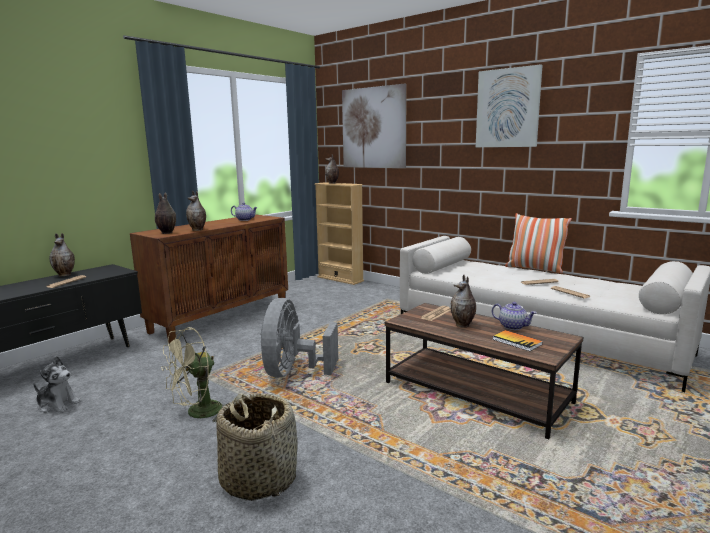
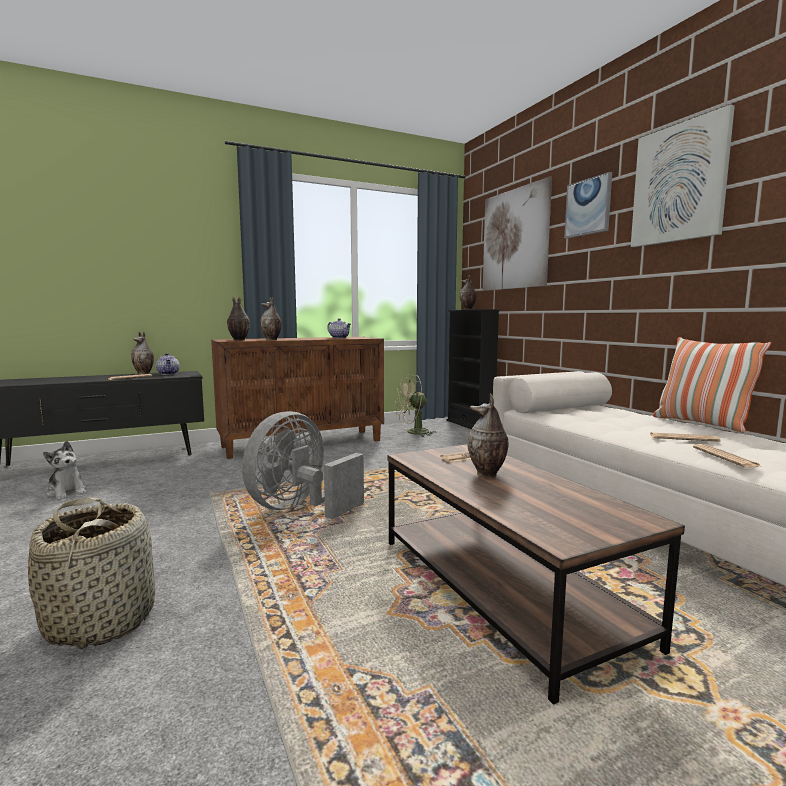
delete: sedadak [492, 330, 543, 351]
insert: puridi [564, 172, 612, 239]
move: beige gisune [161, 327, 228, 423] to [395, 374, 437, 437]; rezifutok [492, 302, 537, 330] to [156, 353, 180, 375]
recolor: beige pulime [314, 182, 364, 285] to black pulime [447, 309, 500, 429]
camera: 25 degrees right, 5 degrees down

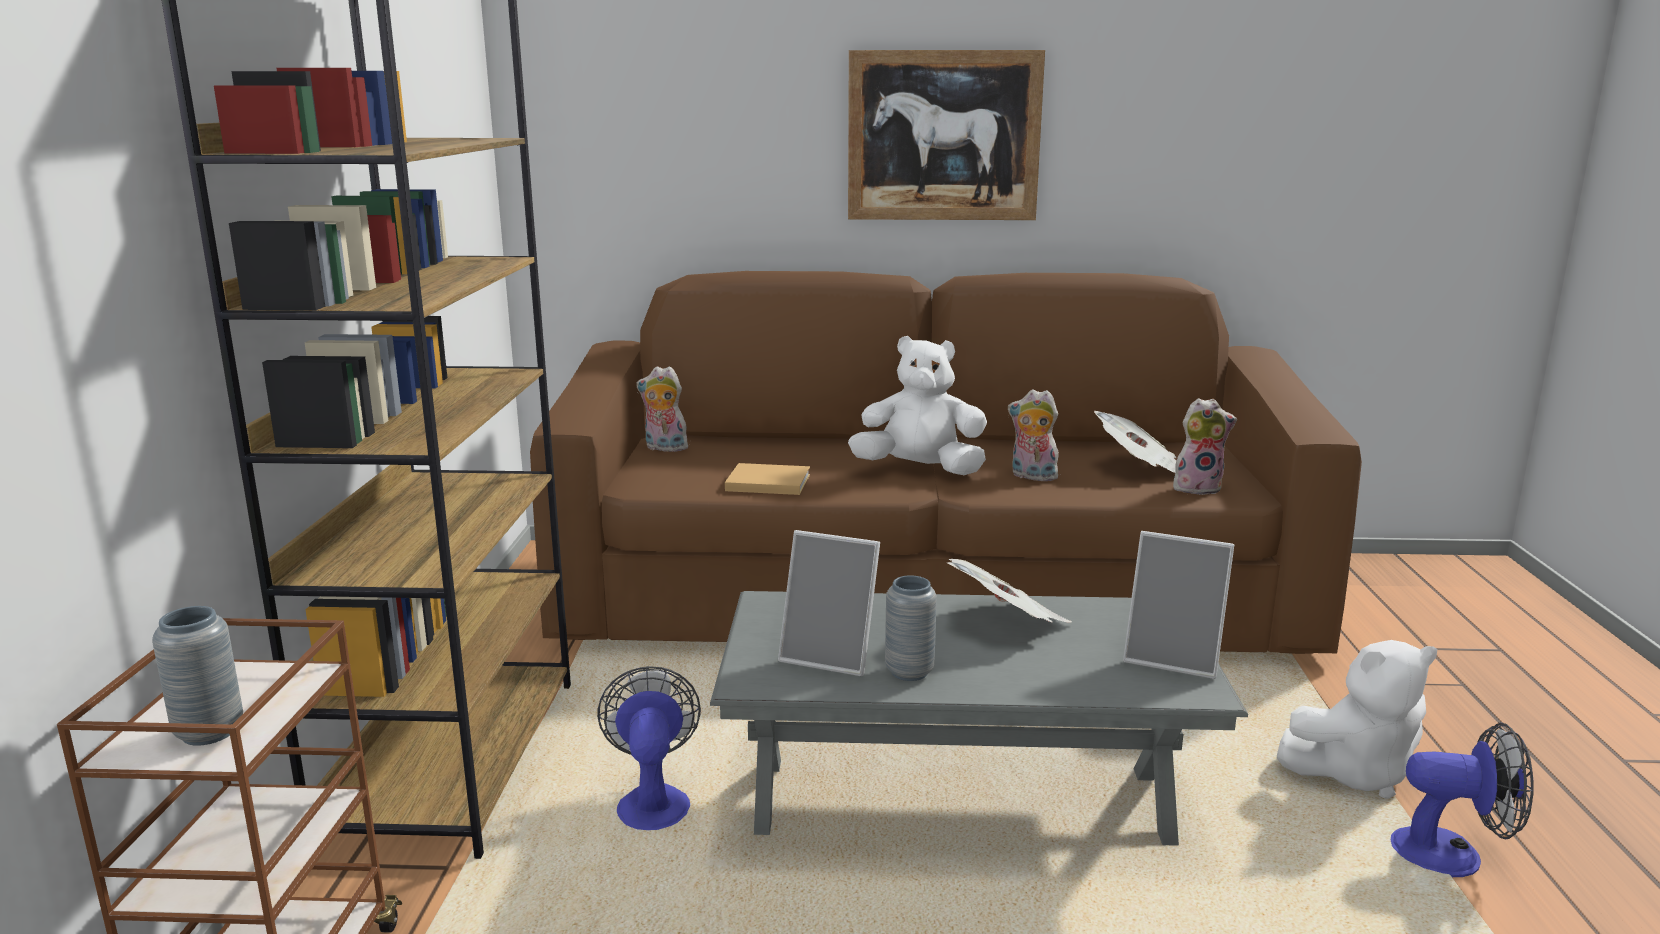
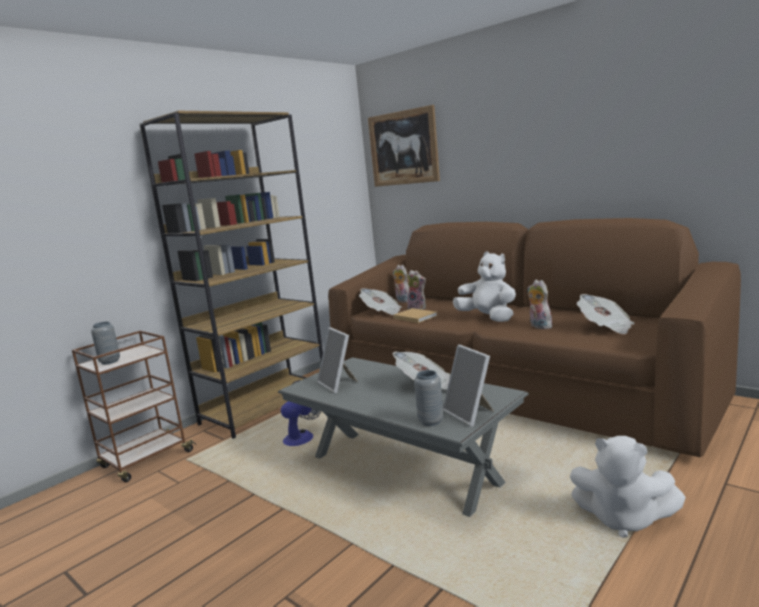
delete: gisune [1391, 723, 1534, 877]
insert: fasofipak [359, 288, 402, 315]
move: puridi [848, 50, 1045, 220] to [368, 105, 440, 187]; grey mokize [885, 575, 937, 681] to [414, 370, 443, 426]; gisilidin [1173, 398, 1237, 495] to [407, 270, 426, 310]
camera: 40 degrees right, 5 degrees down

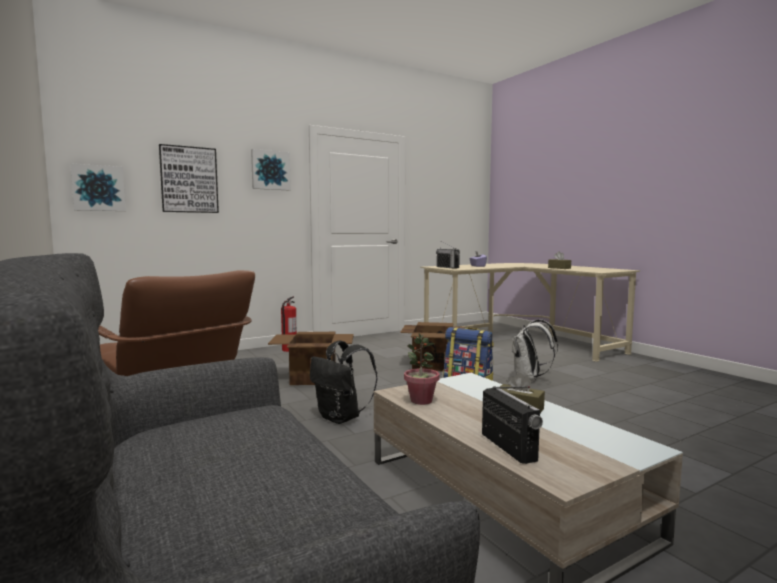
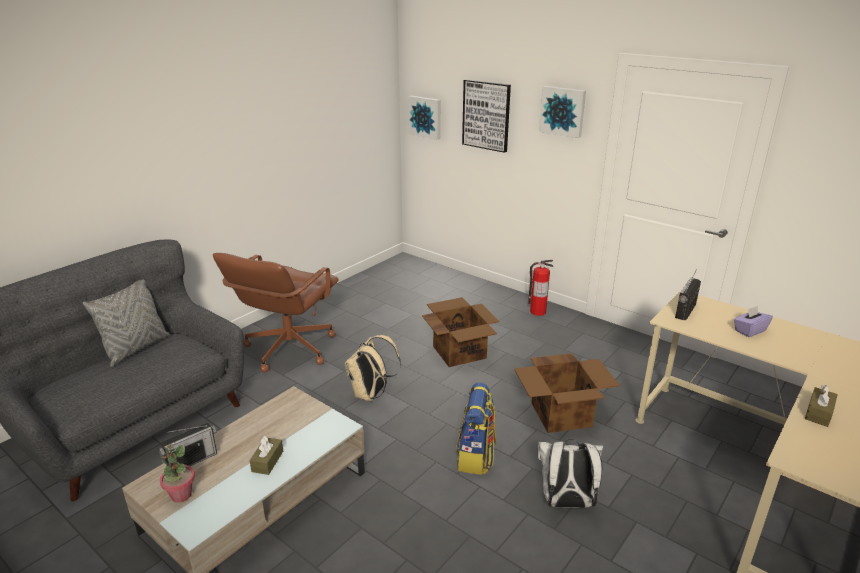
insert: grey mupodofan [83, 280, 170, 367]
move: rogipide [404, 333, 440, 405] to [160, 444, 195, 503]
recolor: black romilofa [310, 341, 377, 424] to beige romilofa [345, 335, 401, 401]
camera: 70 degrees right, 20 degrees up

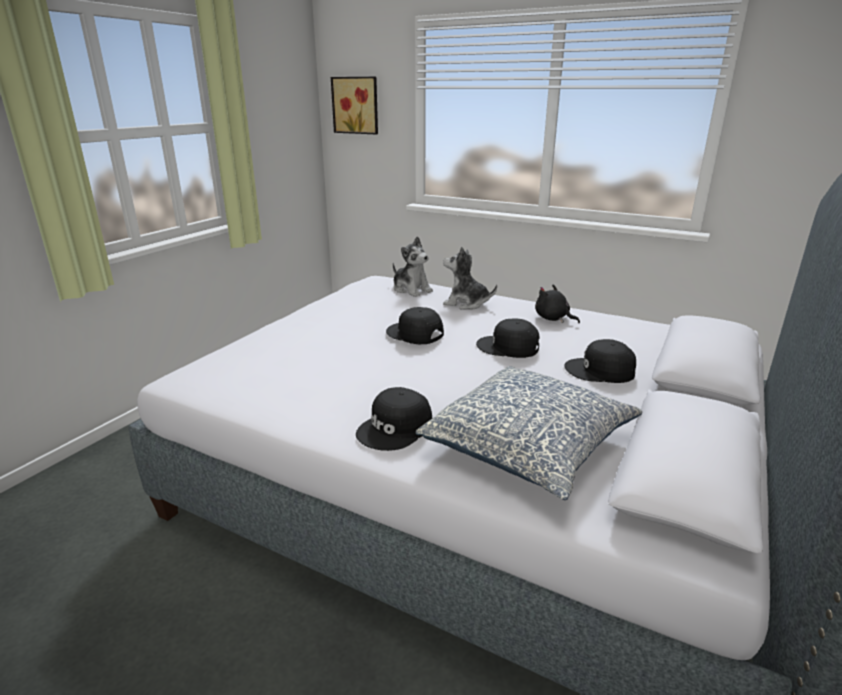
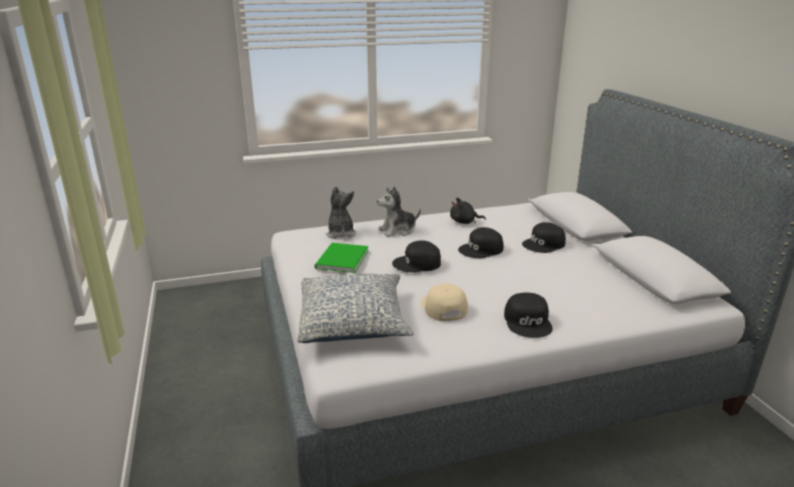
delete: puridi [331, 77, 378, 134]
insert: green sedadak [314, 243, 369, 273]; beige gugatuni [421, 284, 468, 321]
move: mupodofan [416, 366, 642, 500] to [298, 274, 414, 343]
rotate: gisilidin [393, 236, 433, 297] = [326, 186, 356, 239] 105 degrees counterclockwise
camera: 45 degrees left, 0 degrees up

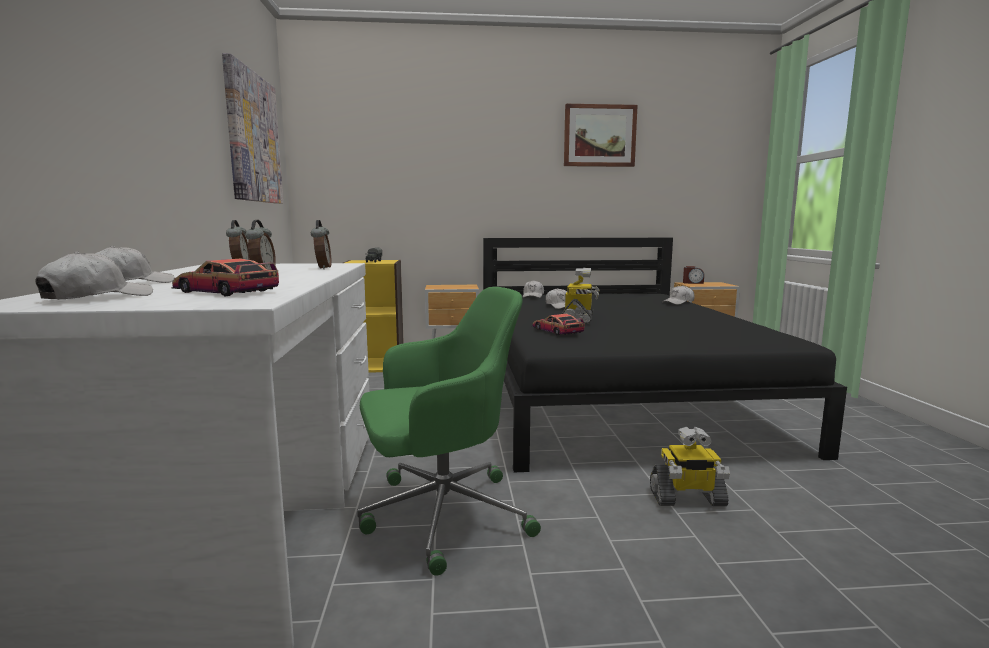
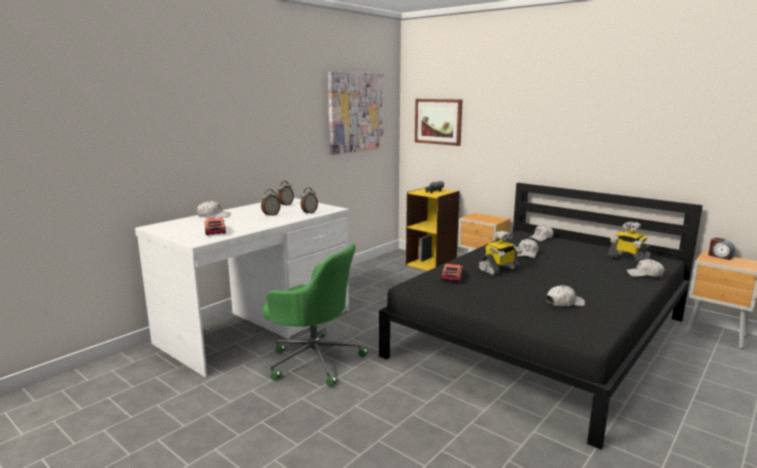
move: white gugatuni [35, 251, 153, 299] to [547, 285, 585, 307]; puridi [564, 104, 638, 167] to [415, 99, 462, 146]; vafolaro [650, 426, 730, 506] to [608, 221, 651, 263]
camera: 45 degrees right, 5 degrees up

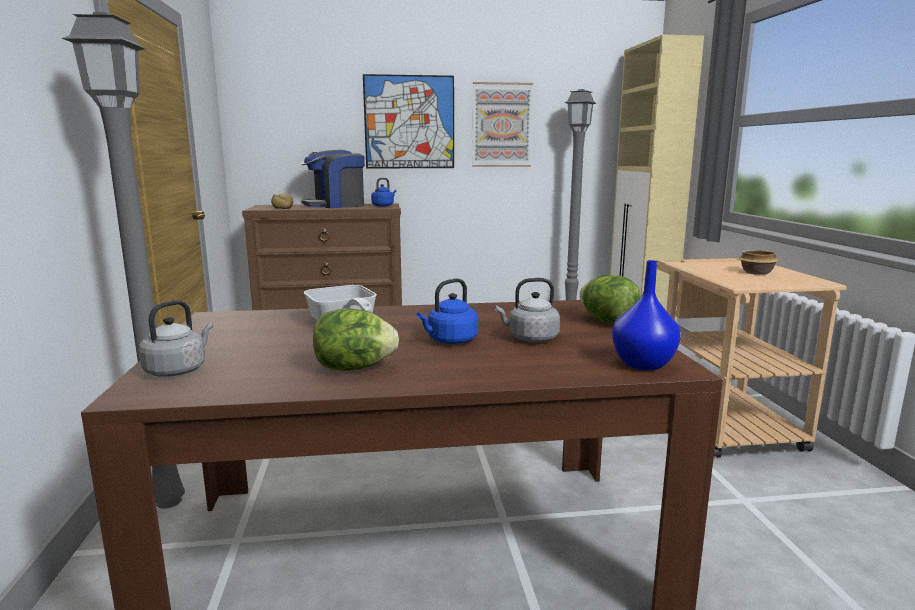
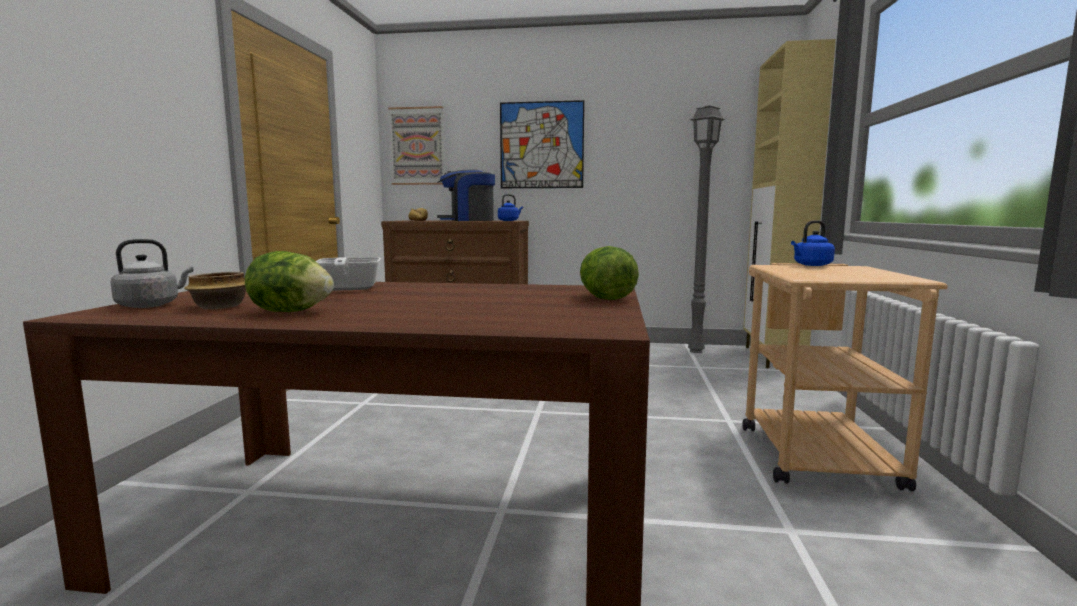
delete: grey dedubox [62, 12, 185, 509]; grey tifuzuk [495, 278, 560, 342]; blue mokize [612, 260, 681, 370]
move: blue tifuzuk [417, 278, 478, 344] to [791, 220, 835, 266]; puridi [472, 82, 533, 167] to [388, 106, 445, 185]; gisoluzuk [739, 250, 779, 275] to [184, 272, 246, 309]
camera: 15 degrees right, 5 degrees down

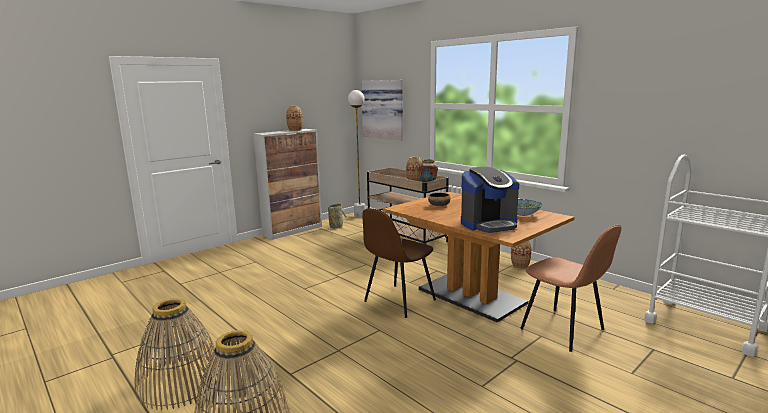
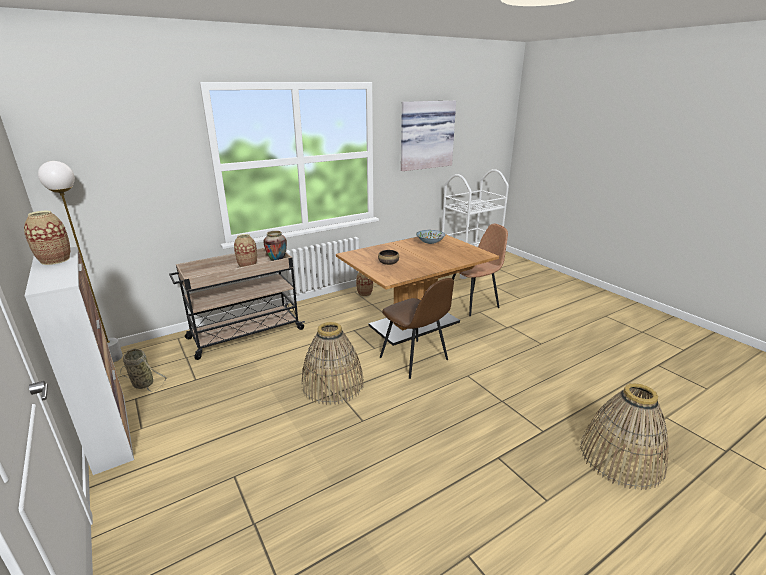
delete: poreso [461, 167, 519, 233]
move: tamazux [135, 298, 222, 410] to [302, 322, 364, 405]; puridi [361, 80, 403, 140] to [401, 100, 456, 171]
camera: 80 degrees left, 10 degrees up

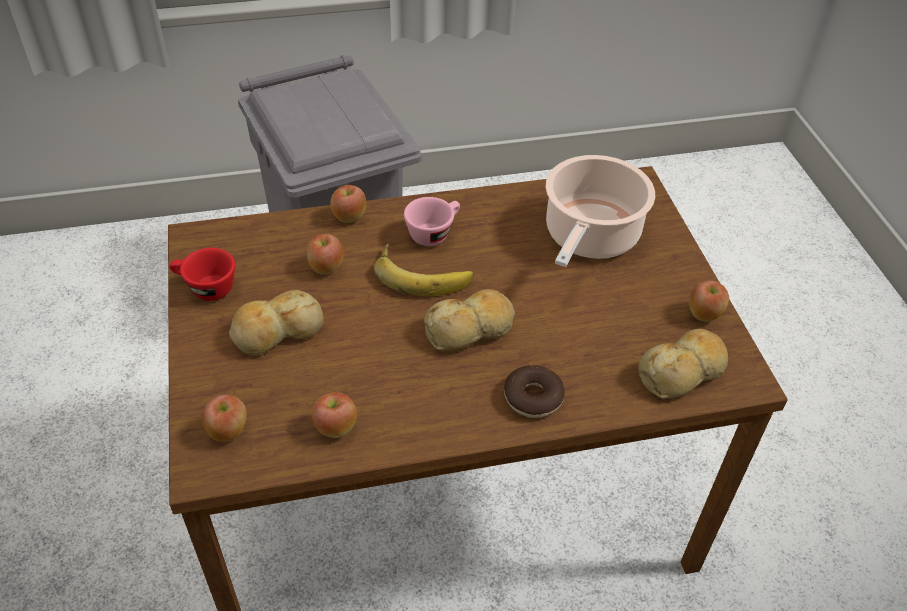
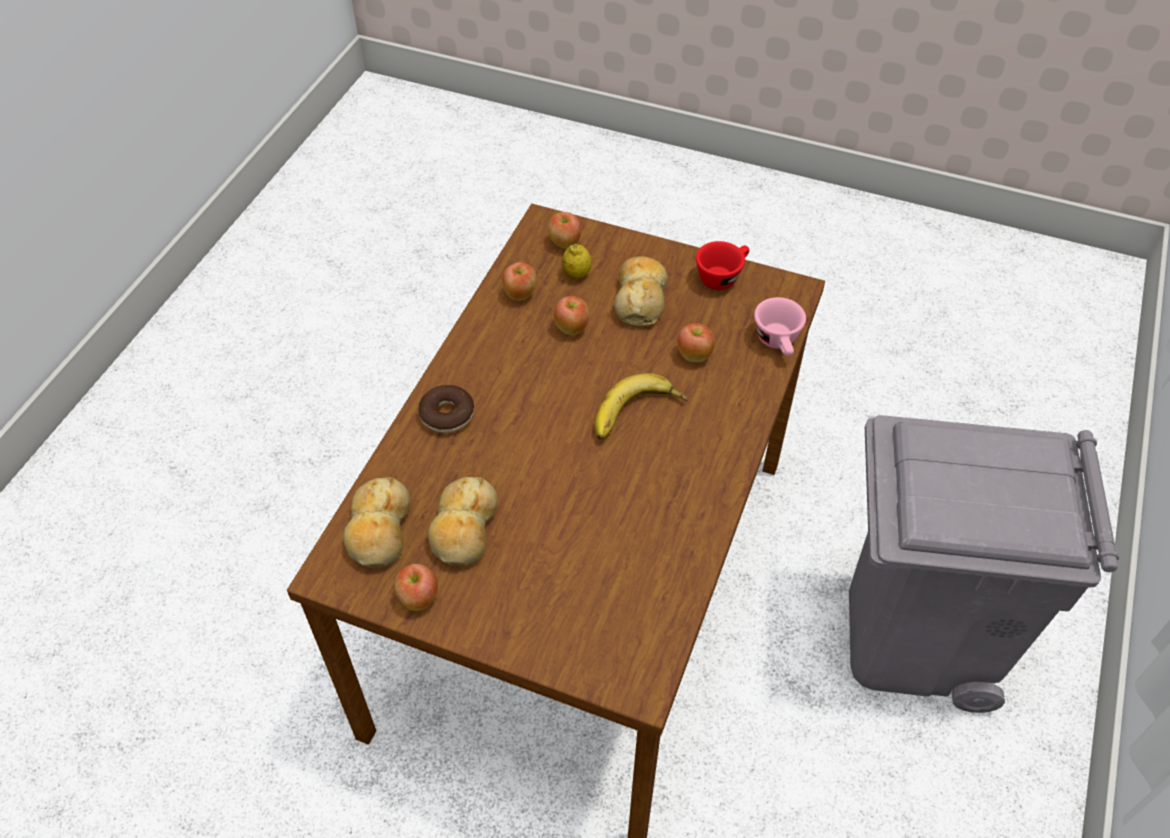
delete: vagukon [546, 155, 655, 267]
insert: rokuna [562, 244, 592, 279]
move: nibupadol [331, 185, 366, 223] to [554, 296, 590, 335]; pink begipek [404, 197, 460, 246] to [754, 297, 806, 356]; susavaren [424, 289, 515, 352] to [428, 477, 498, 567]
camera: 125 degrees right, 5 degrees up

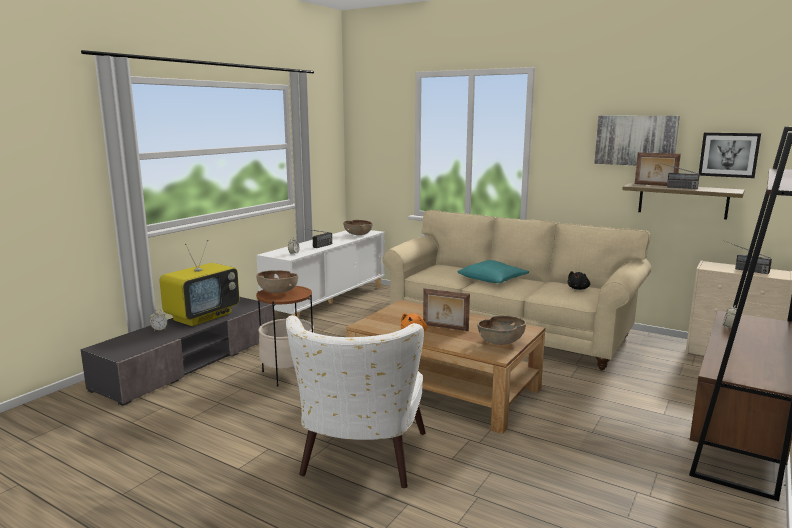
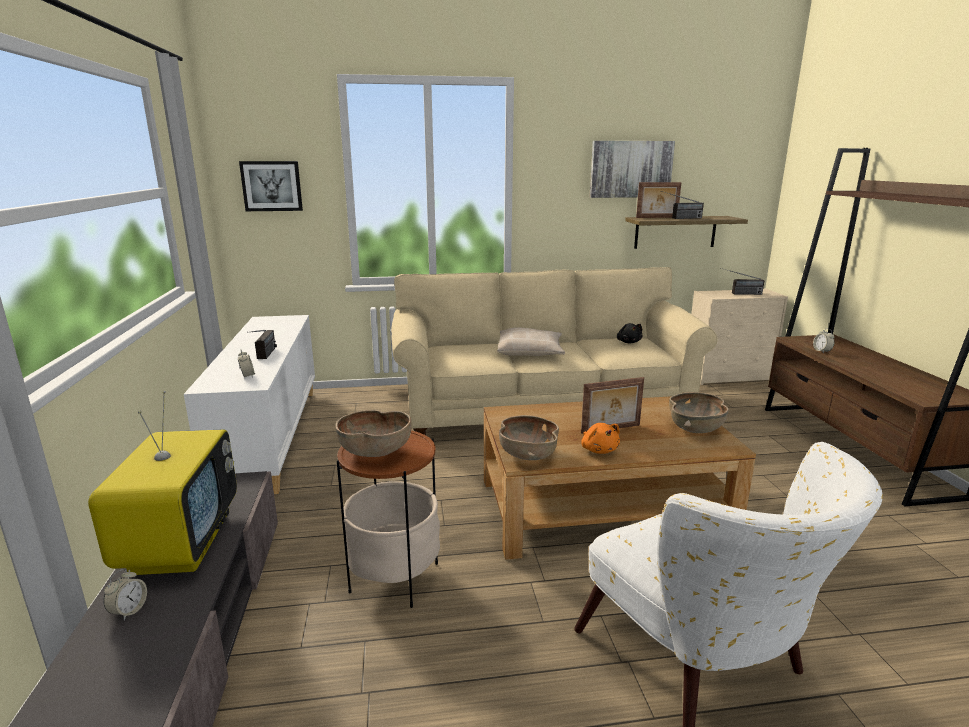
move: brown gisoluzuk [343, 220, 373, 235] to [499, 415, 559, 460]; puridi [699, 132, 761, 178] to [239, 161, 303, 211]
recolor: turquoise mupodofan [457, 260, 529, 283] to beige mupodofan [497, 327, 565, 356]
camera: 40 degrees left, 5 degrees up

